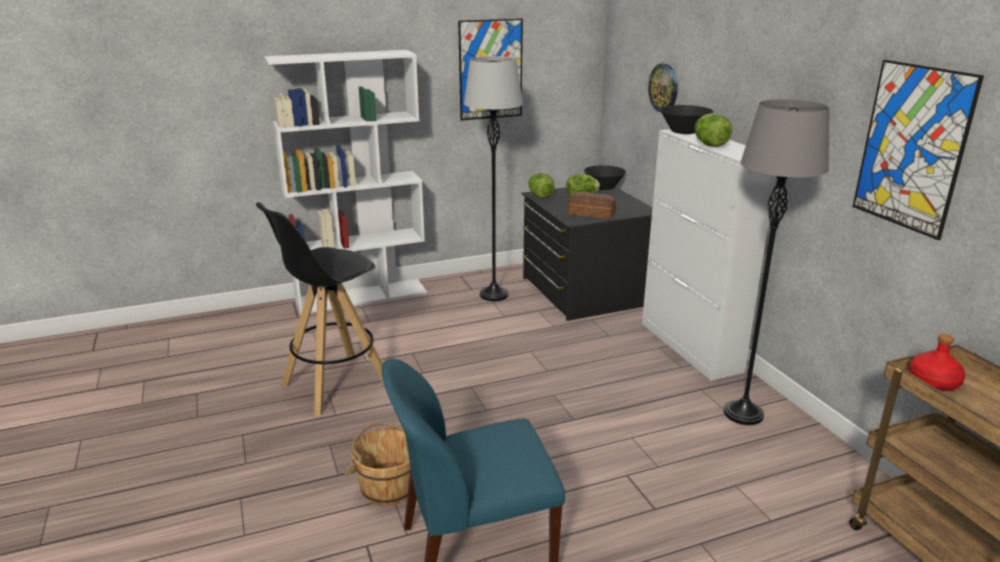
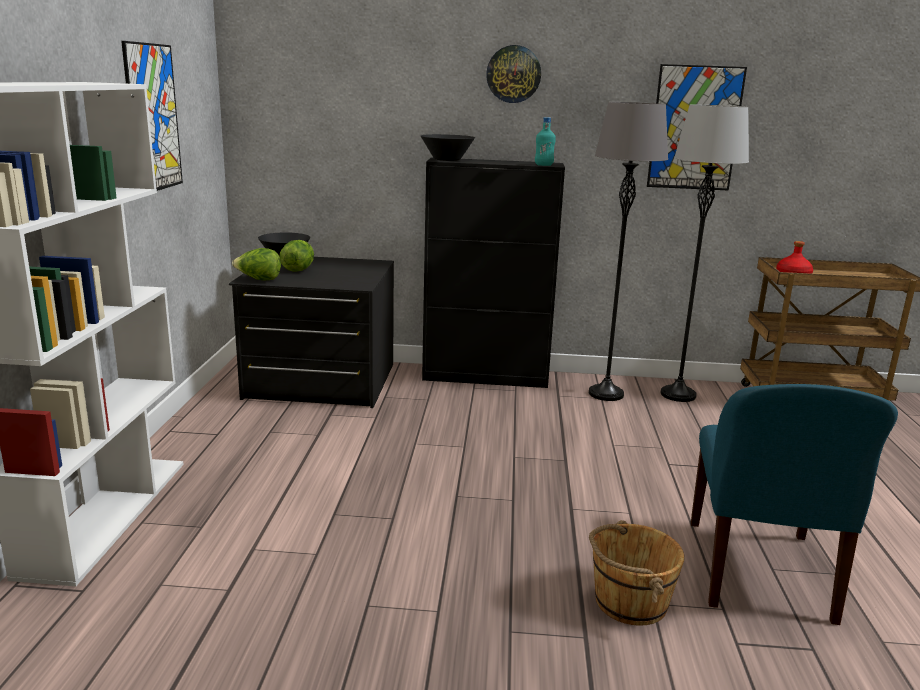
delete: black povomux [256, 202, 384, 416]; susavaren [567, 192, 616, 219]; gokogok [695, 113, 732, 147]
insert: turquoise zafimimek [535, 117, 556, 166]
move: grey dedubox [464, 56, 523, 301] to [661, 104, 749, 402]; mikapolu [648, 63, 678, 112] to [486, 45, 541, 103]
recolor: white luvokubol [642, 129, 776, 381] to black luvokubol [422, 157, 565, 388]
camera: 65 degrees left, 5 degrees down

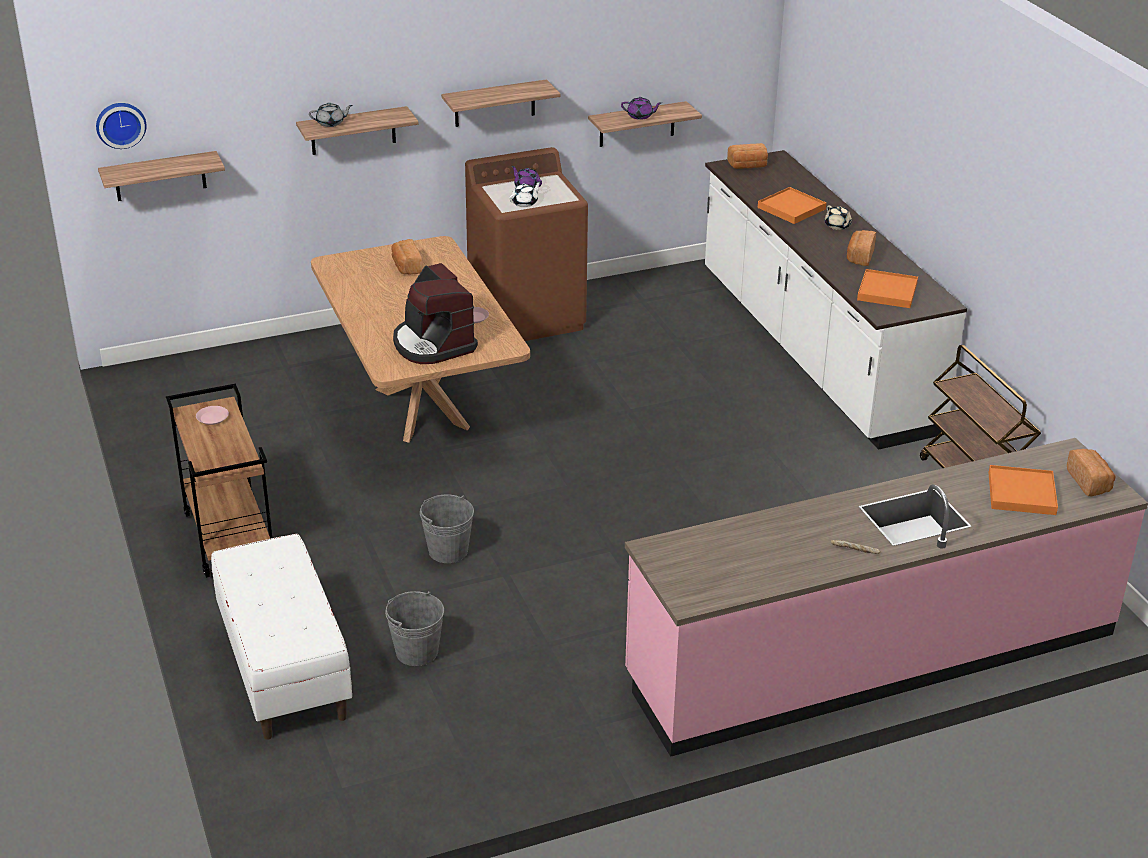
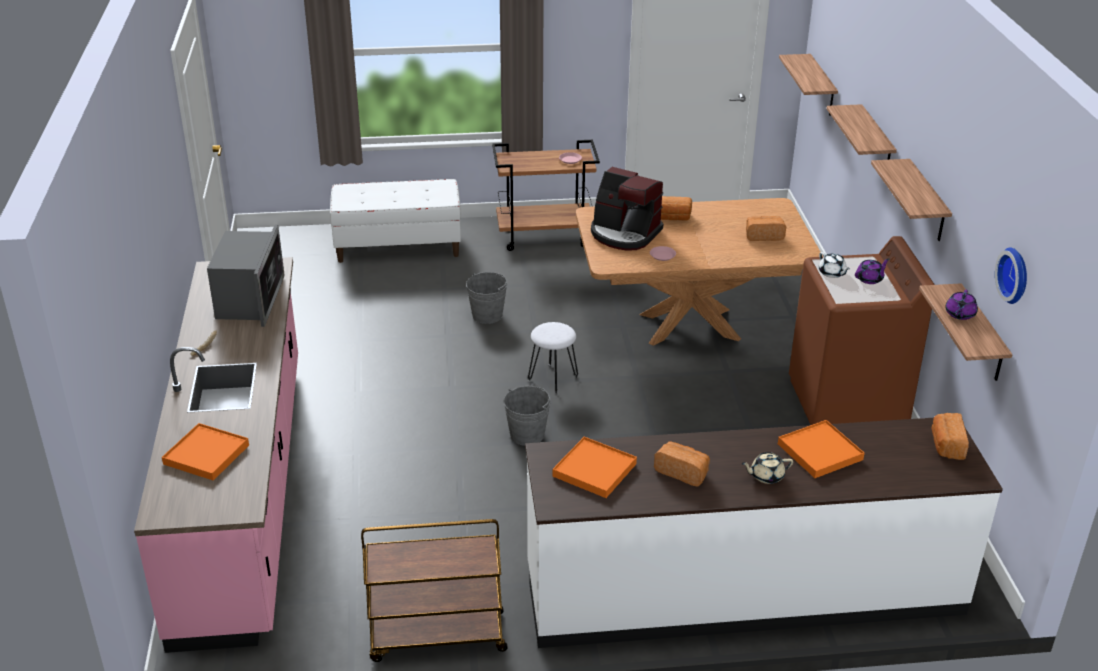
delete: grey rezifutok [309, 103, 353, 127]
insert: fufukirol [207, 224, 285, 327]; white povomux [528, 322, 578, 393]
move: mikapolu [96, 103, 147, 149] to [995, 247, 1027, 304]; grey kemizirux [385, 591, 444, 666] to [504, 386, 551, 446]; susavaren [1067, 449, 1116, 497] to [661, 196, 692, 220]
rotate: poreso [393, 263, 478, 364] = [591, 167, 663, 251] 135 degrees counterclockwise
camera: 105 degrees right, 0 degrees up

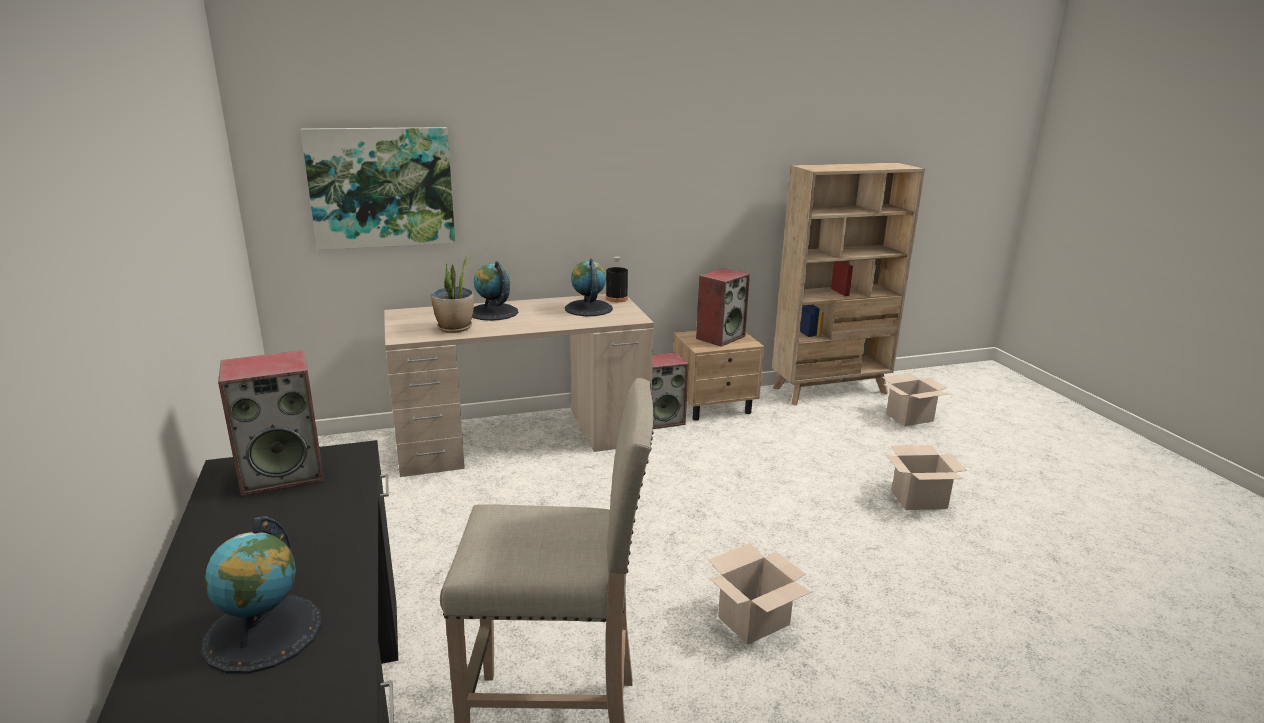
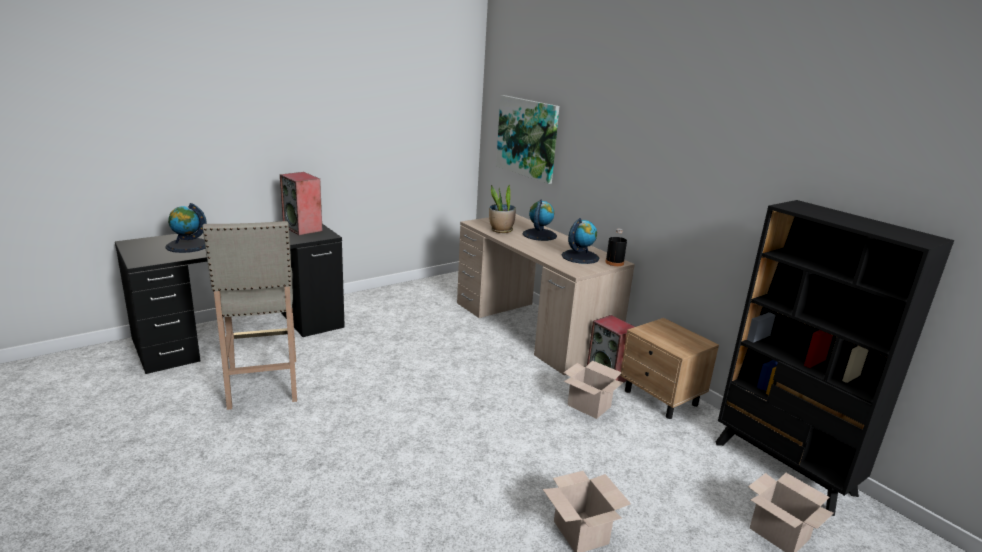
delete: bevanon [696, 268, 750, 347]
move: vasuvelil [708, 543, 811, 645] to [563, 360, 624, 419]
recolor: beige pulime [772, 163, 925, 406] to black pulime [716, 200, 954, 516]
camera: 70 degrees right, 0 degrees up

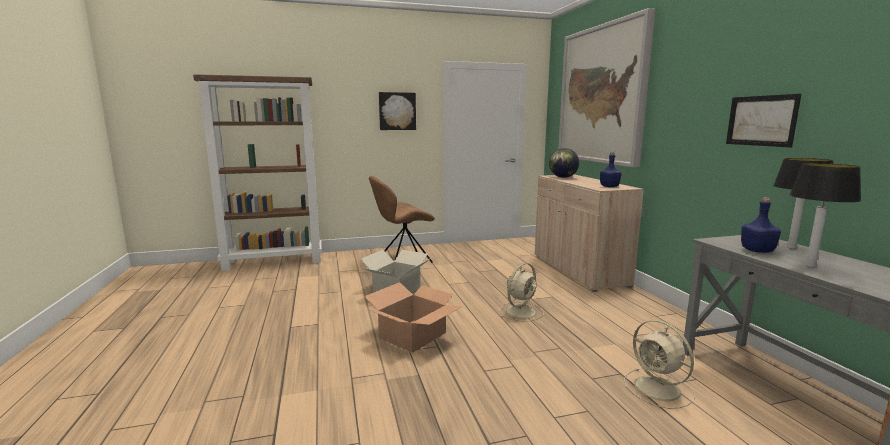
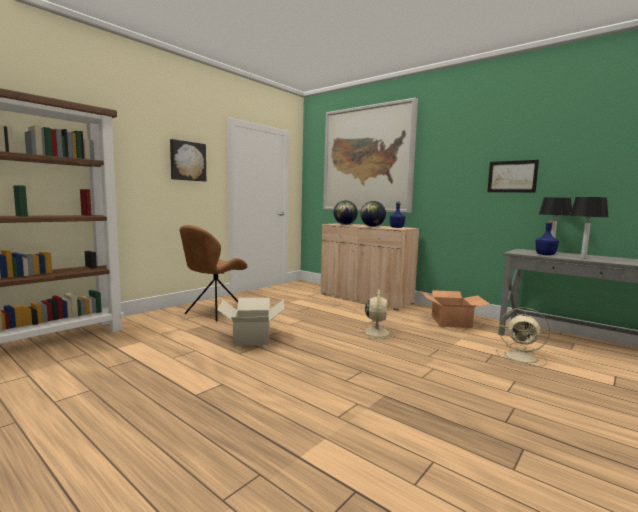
insert: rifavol [360, 201, 386, 227]
move: vasuvelil [364, 282, 463, 353] to [420, 290, 490, 328]
camera: 35 degrees left, 5 degrees down

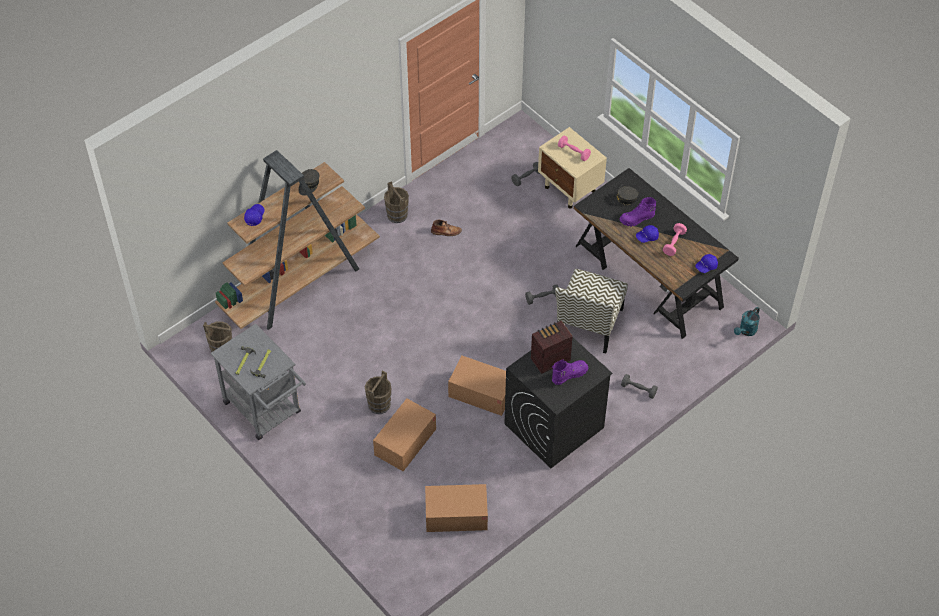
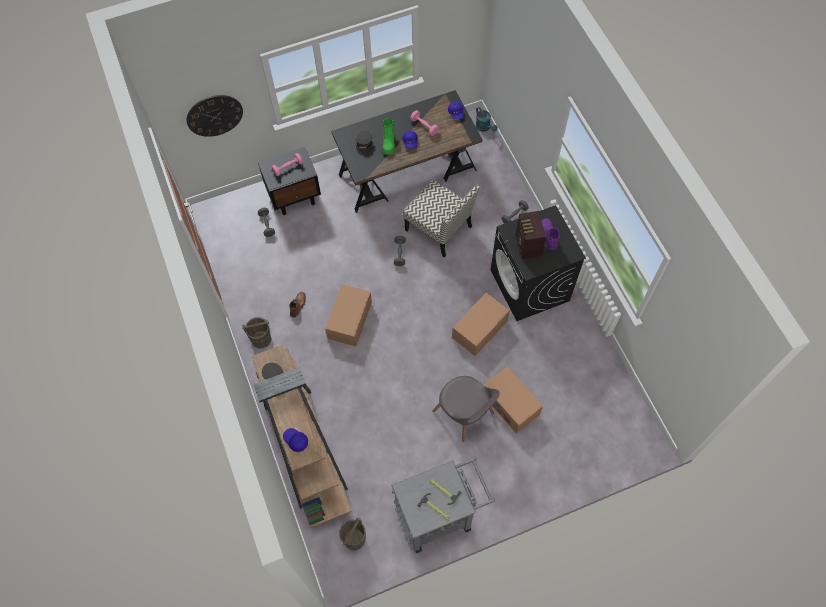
insert: mikapolu [187, 95, 243, 137]
move: vasuvelil [425, 484, 488, 532] to [325, 284, 372, 347]
replace: brown kemizirux [365, 370, 391, 414] to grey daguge [433, 376, 500, 442]
recolor: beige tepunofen [538, 127, 607, 209] to black tepunofen [258, 147, 321, 215]; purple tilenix [619, 197, 656, 227] to green tilenix [382, 118, 396, 154]
camera: 70 degrees left, 10 degrees up

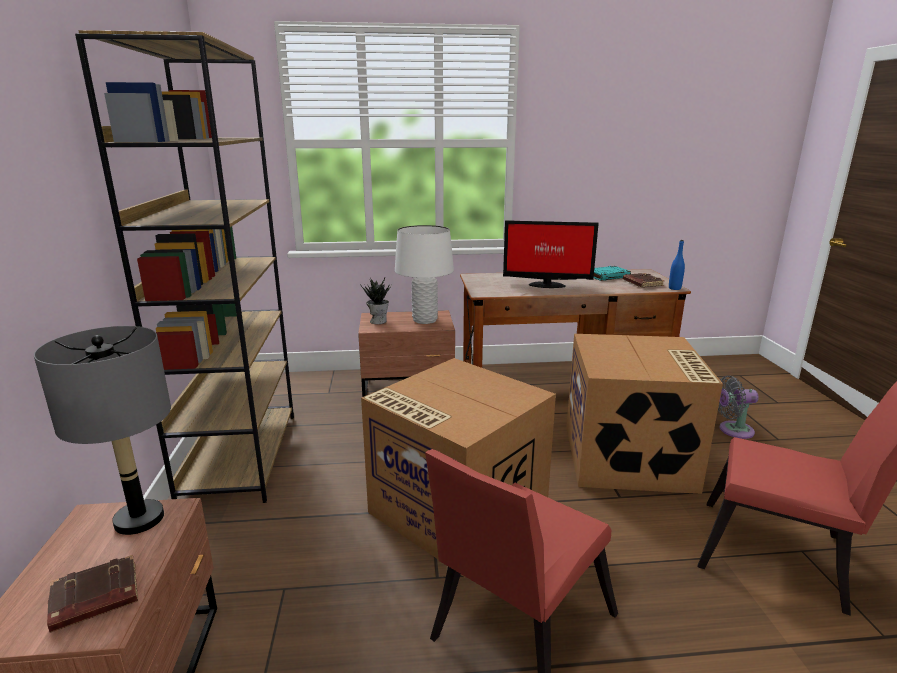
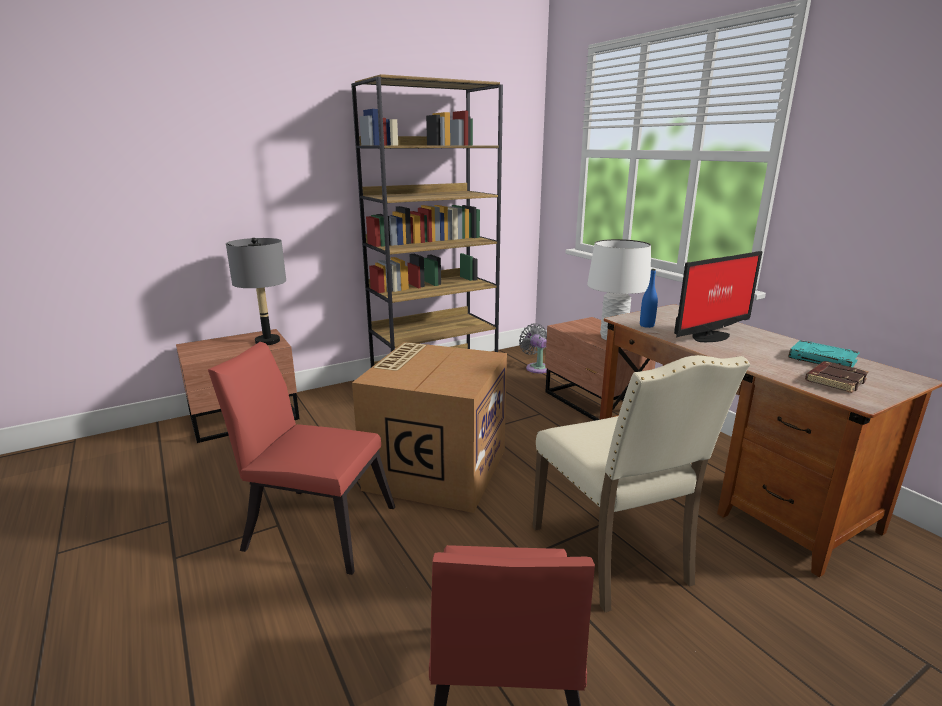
delete: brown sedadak [47, 555, 138, 632]; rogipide [360, 277, 392, 324]
move: blue zafimimek [669, 240, 685, 290] to [640, 269, 658, 328]; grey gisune [718, 376, 759, 439] to [519, 323, 547, 373]
replace: vasuvelil [566, 334, 723, 494] to beige daguge [533, 355, 750, 612]
rotate: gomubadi [503, 220, 599, 288] = [674, 251, 762, 342] 105 degrees counterclockwise
camera: 65 degrees right, 0 degrees up

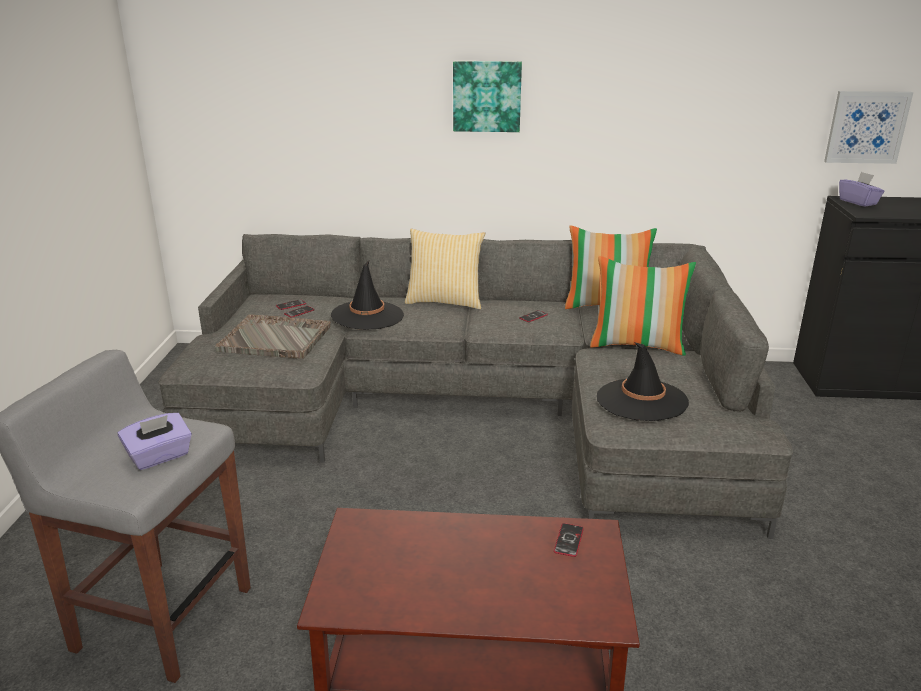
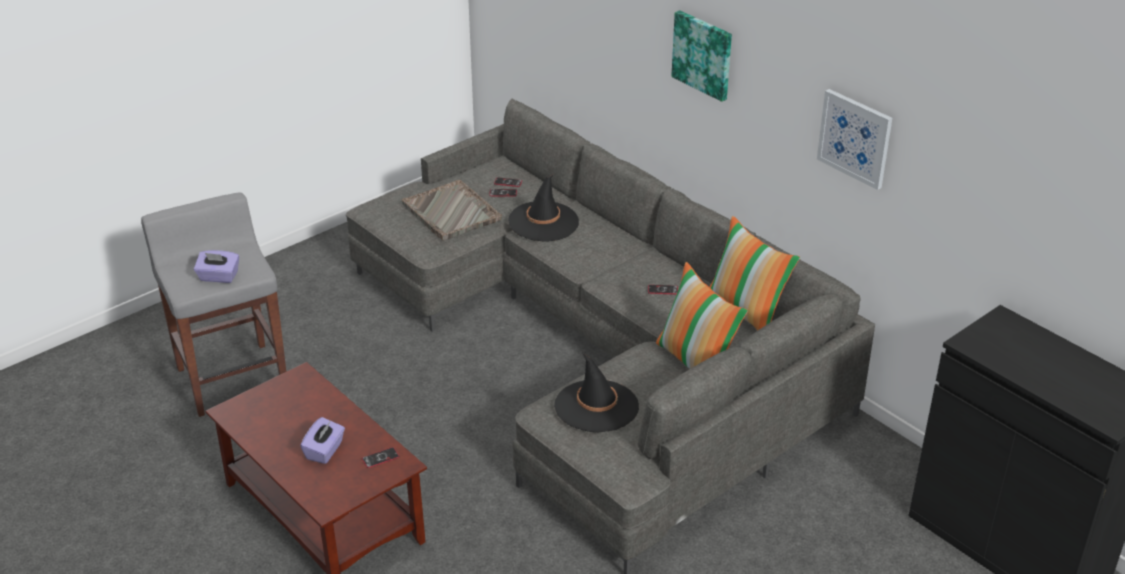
delete: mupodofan [405, 229, 485, 309]
move: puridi [824, 91, 913, 164] to [817, 89, 892, 190]; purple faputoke [839, 172, 885, 207] to [300, 417, 345, 464]
camera: 45 degrees right, 10 degrees up

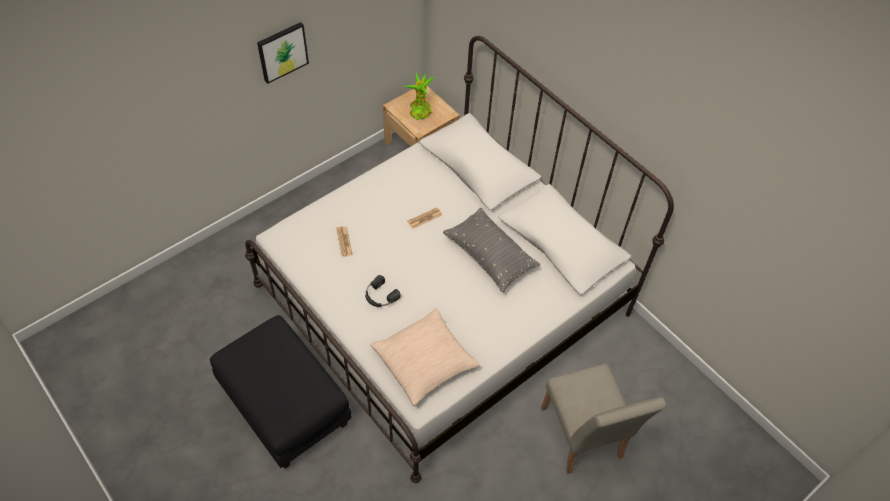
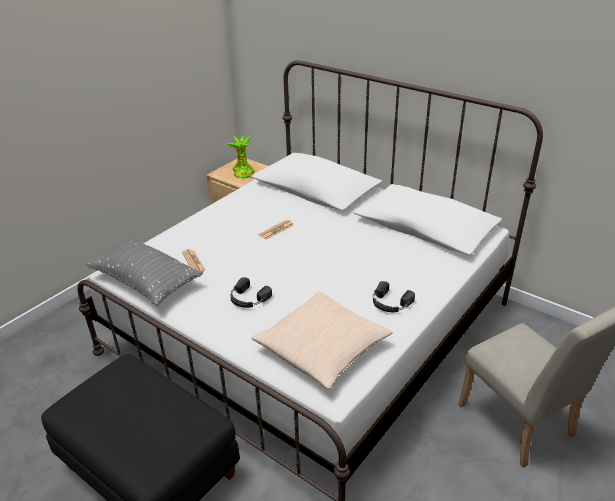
delete: puridi [257, 22, 309, 84]
insert: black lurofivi [373, 281, 415, 312]
move: grey mupodofan [443, 208, 541, 292] to [86, 237, 203, 306]
camera: 10 degrees left, 20 degrees down

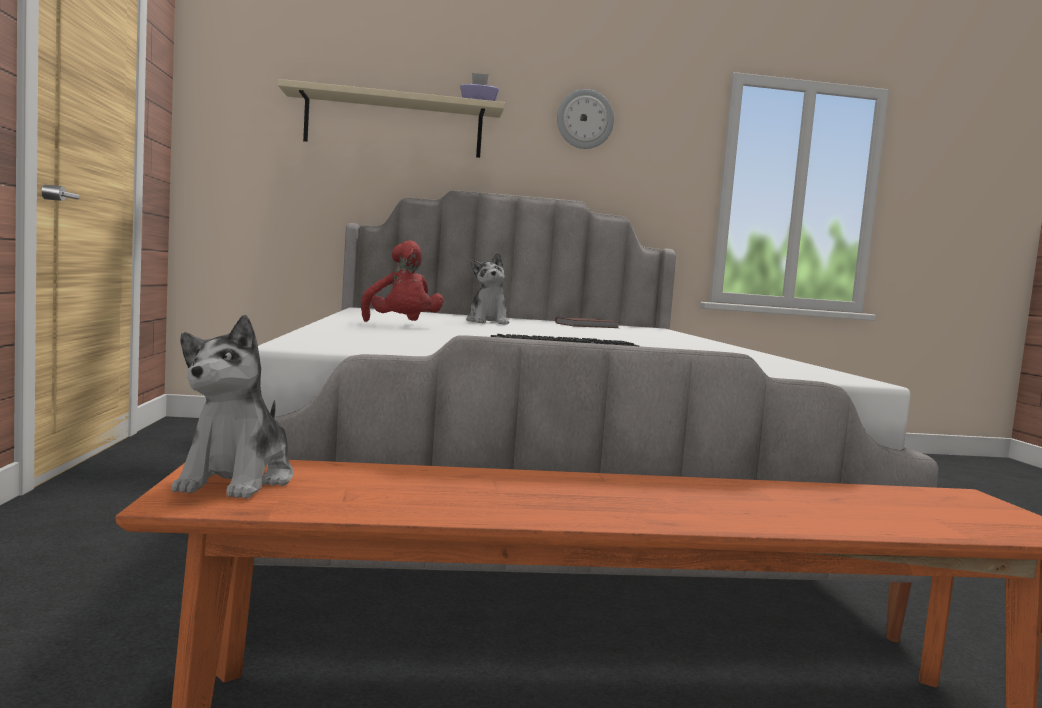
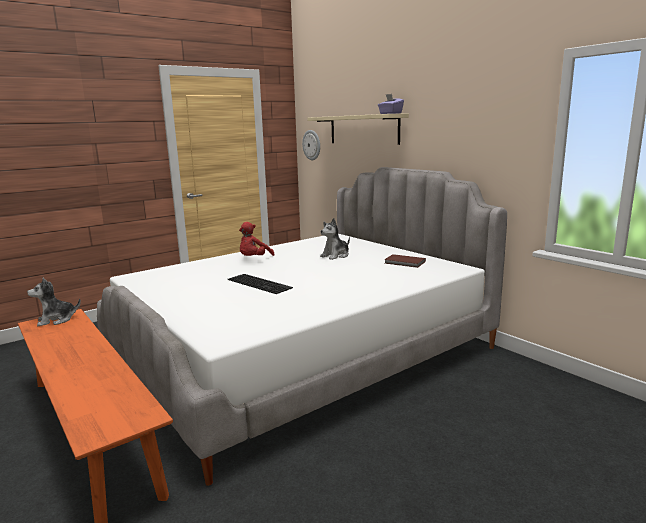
move: mikapolu [557, 89, 614, 149] to [302, 130, 320, 160]
camera: 60 degrees right, 10 degrees up

